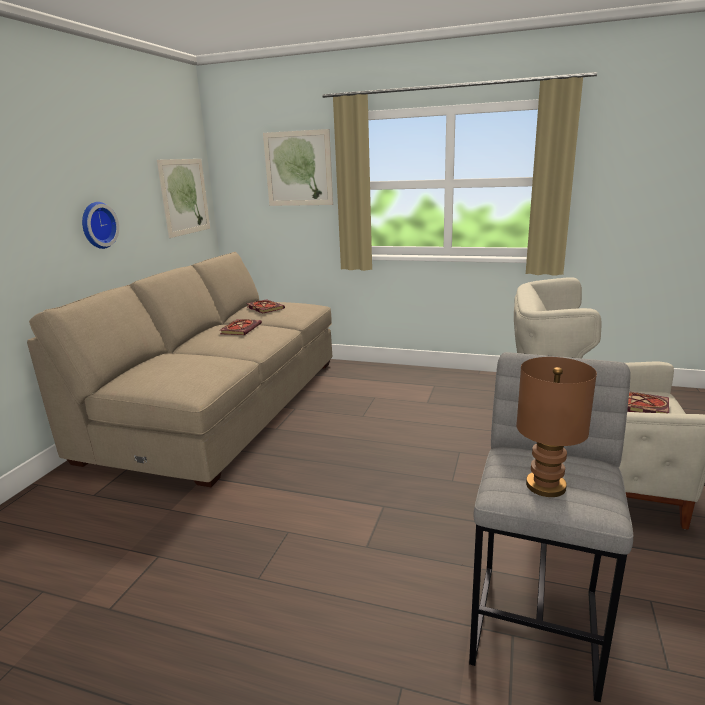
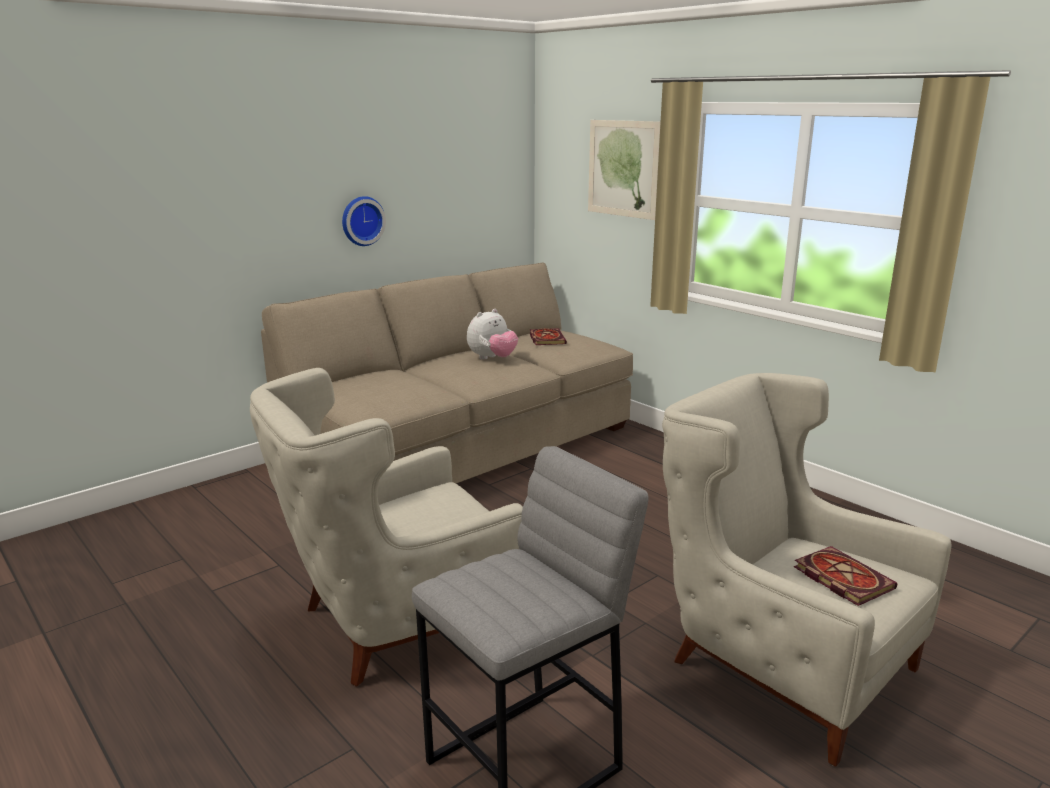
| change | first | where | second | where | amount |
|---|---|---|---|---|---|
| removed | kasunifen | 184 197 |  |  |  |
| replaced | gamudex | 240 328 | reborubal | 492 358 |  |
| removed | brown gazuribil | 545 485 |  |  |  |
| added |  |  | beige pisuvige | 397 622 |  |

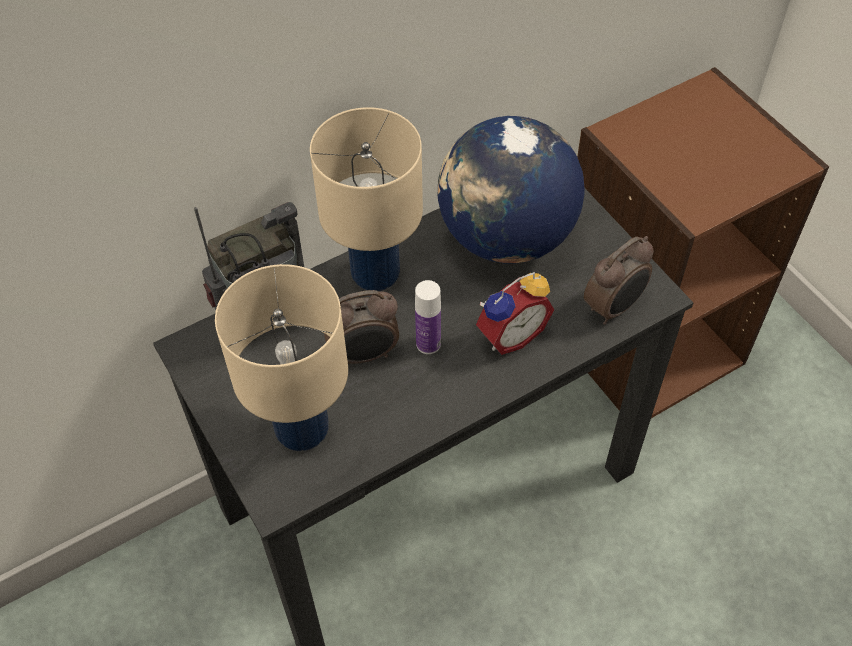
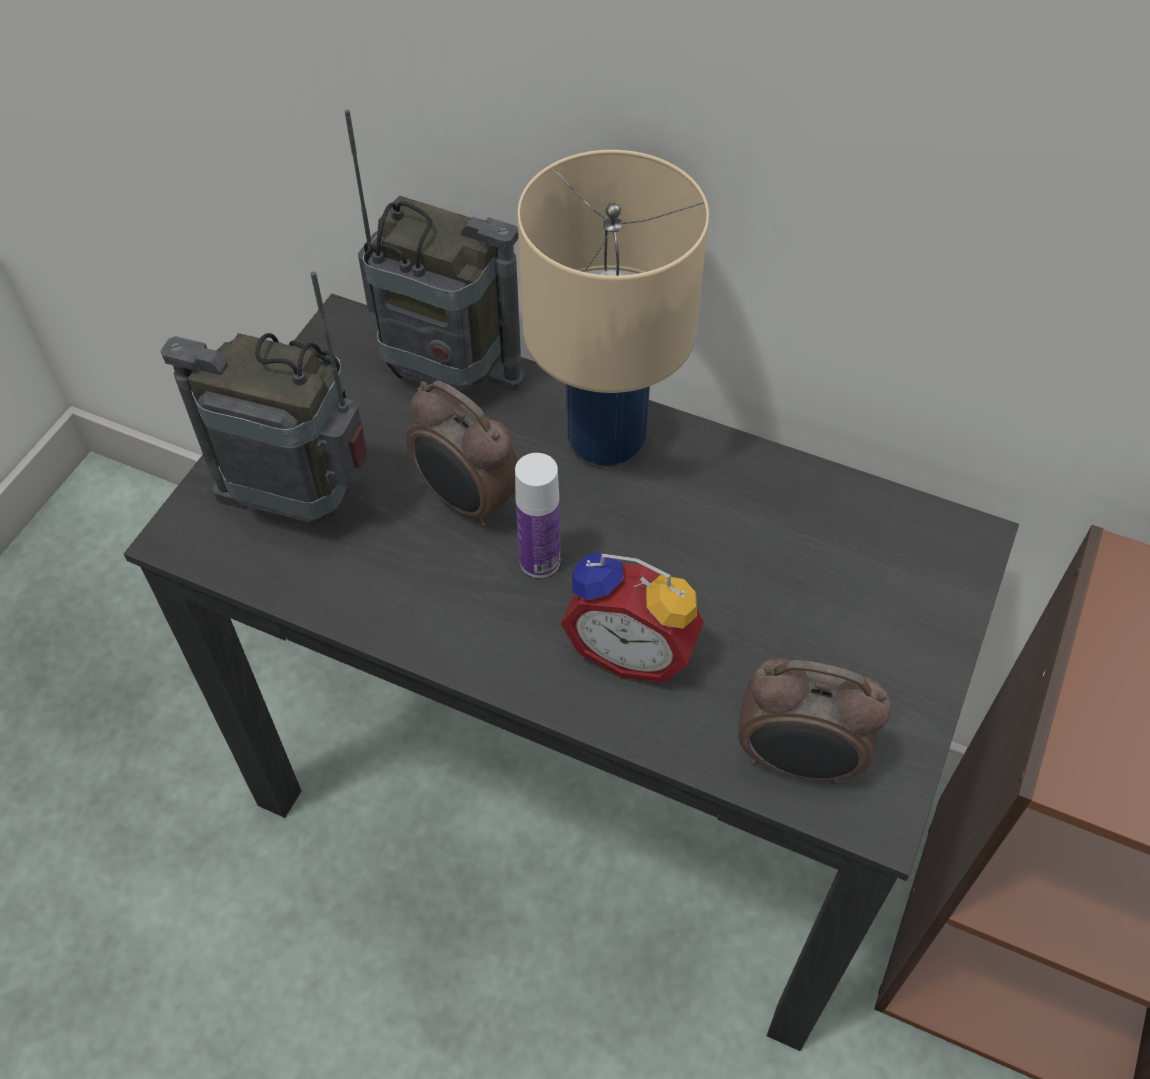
| change | first | where | second | where | amount |
|---|---|---|---|---|---|
| removed | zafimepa | 506 238 |  |  |  |
| replaced | beige gazuribil | 299 430 | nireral | 301 500 |  |

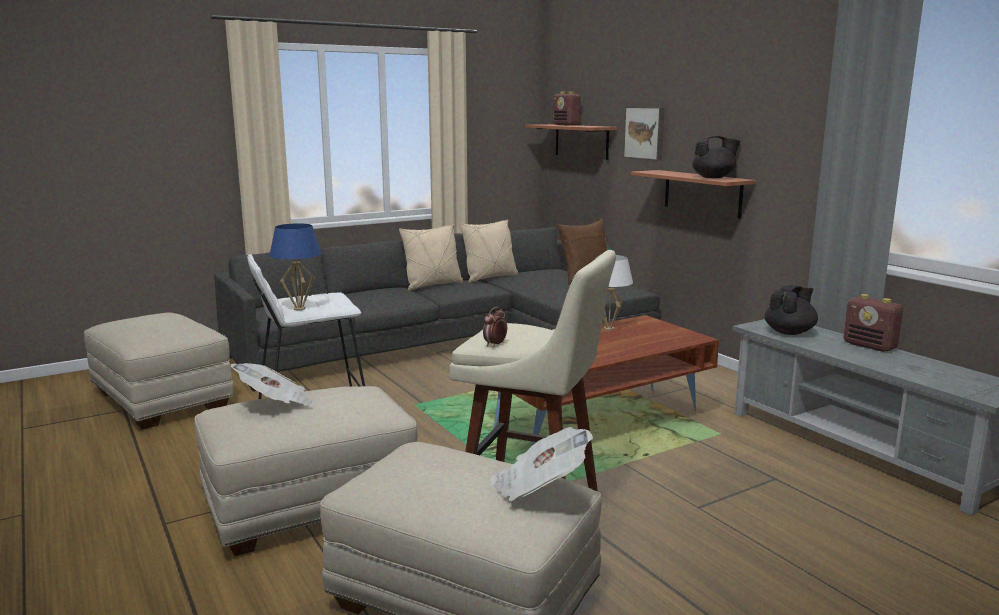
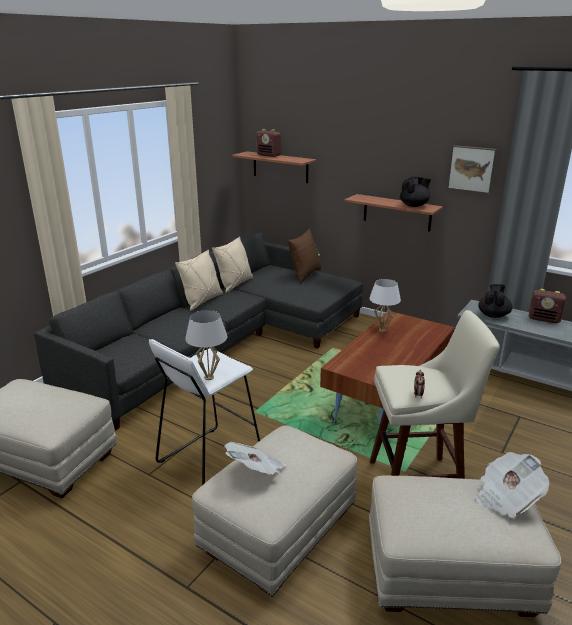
| change | first | where | second | where | amount |
|---|---|---|---|---|---|
| moved | kasunifen | 645 133 |  | 472 168 |  |
| recoloured | blue gazuribil | 299 308 | white gazuribil | 209 377 |  |

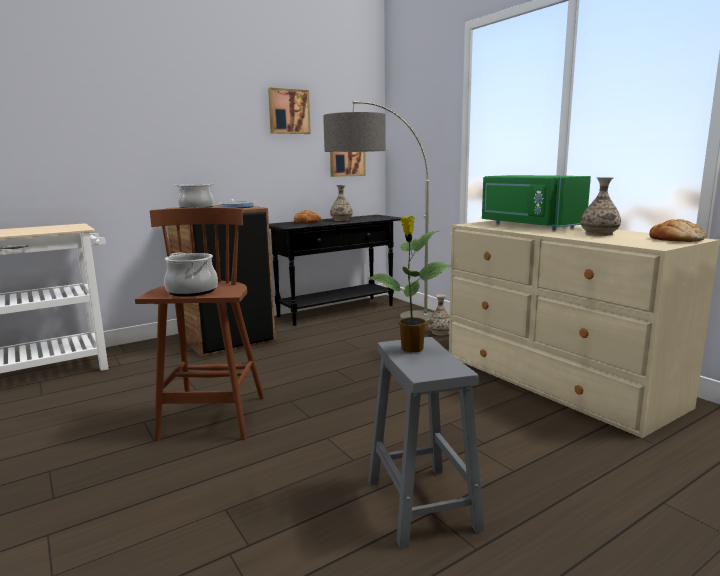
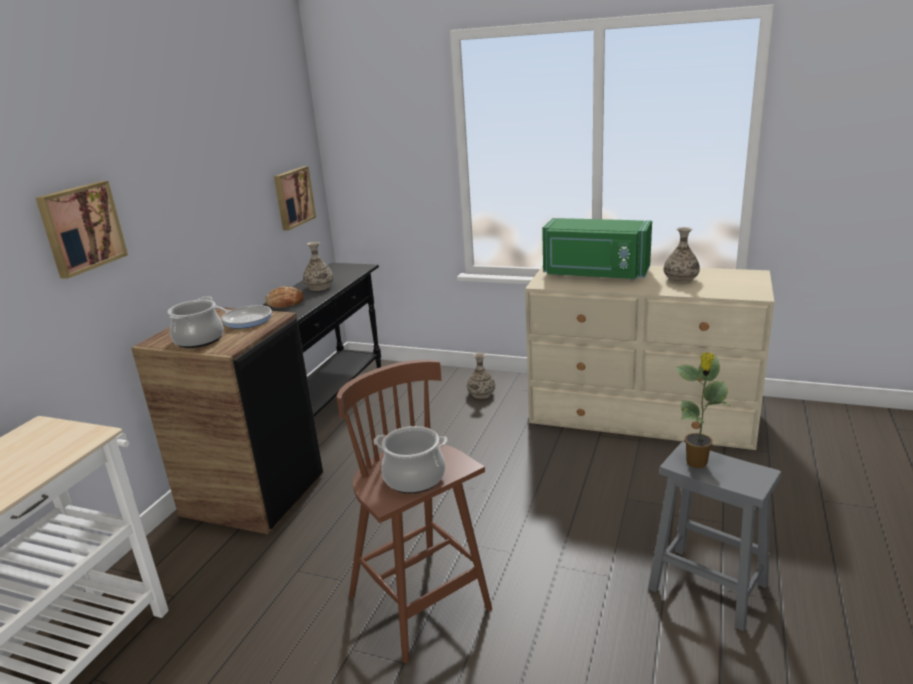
| change | first | where | second | where | amount |
|---|---|---|---|---|---|
| moved | kasunifen | 288 111 |  | 81 228 |  |
| removed | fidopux | 378 326 |  |  |  |
| removed | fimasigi | 675 239 |  |  |  |

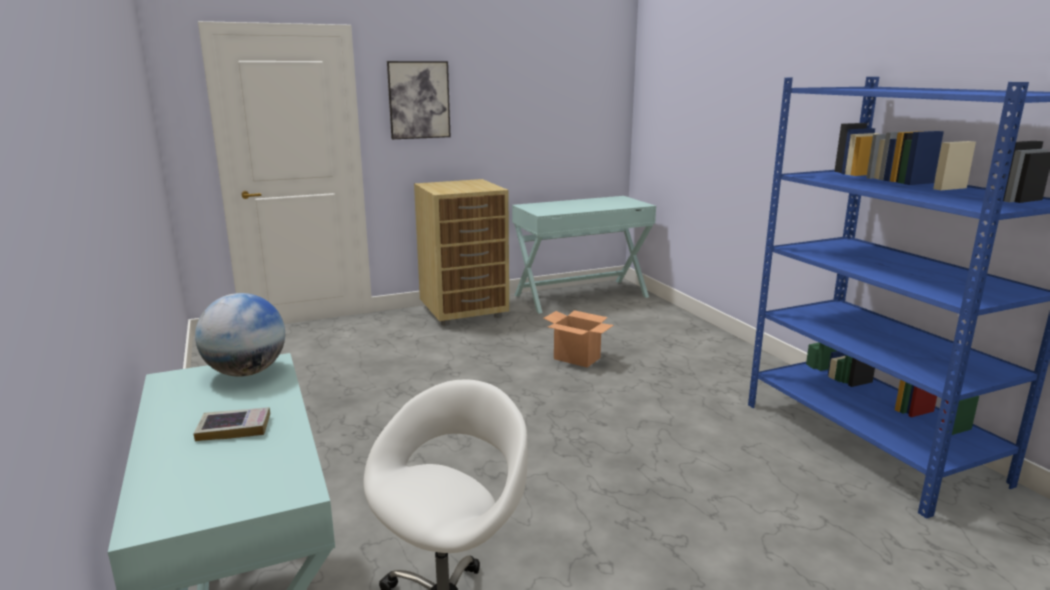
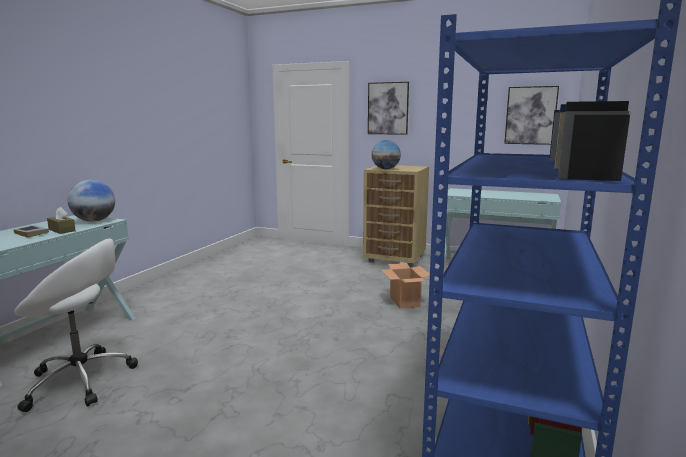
| change | first | where | second | where | amount |
|---|---|---|---|---|---|
| added |  |  | kasunifen | 530 115 |  |
| added |  |  | zafimepa | 385 169 |  |
| added |  |  | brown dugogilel | 62 230 |  |

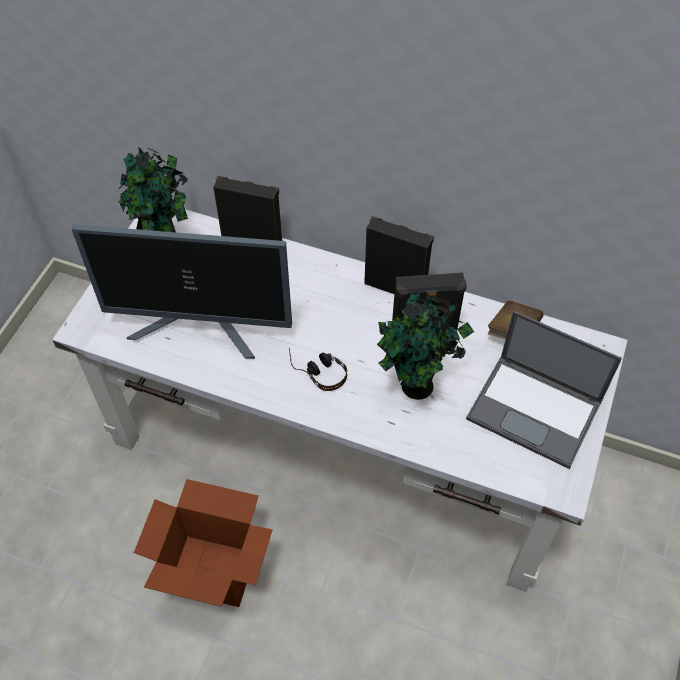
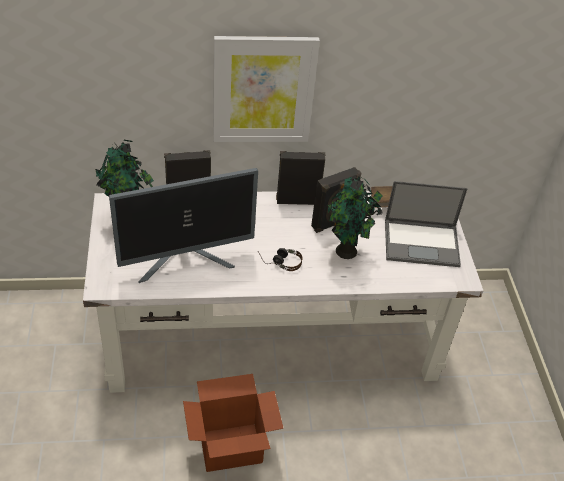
| change | first | where | second | where | amount |
|---|---|---|---|---|---|
| added |  |  | kasunifen | 263 90 |  |

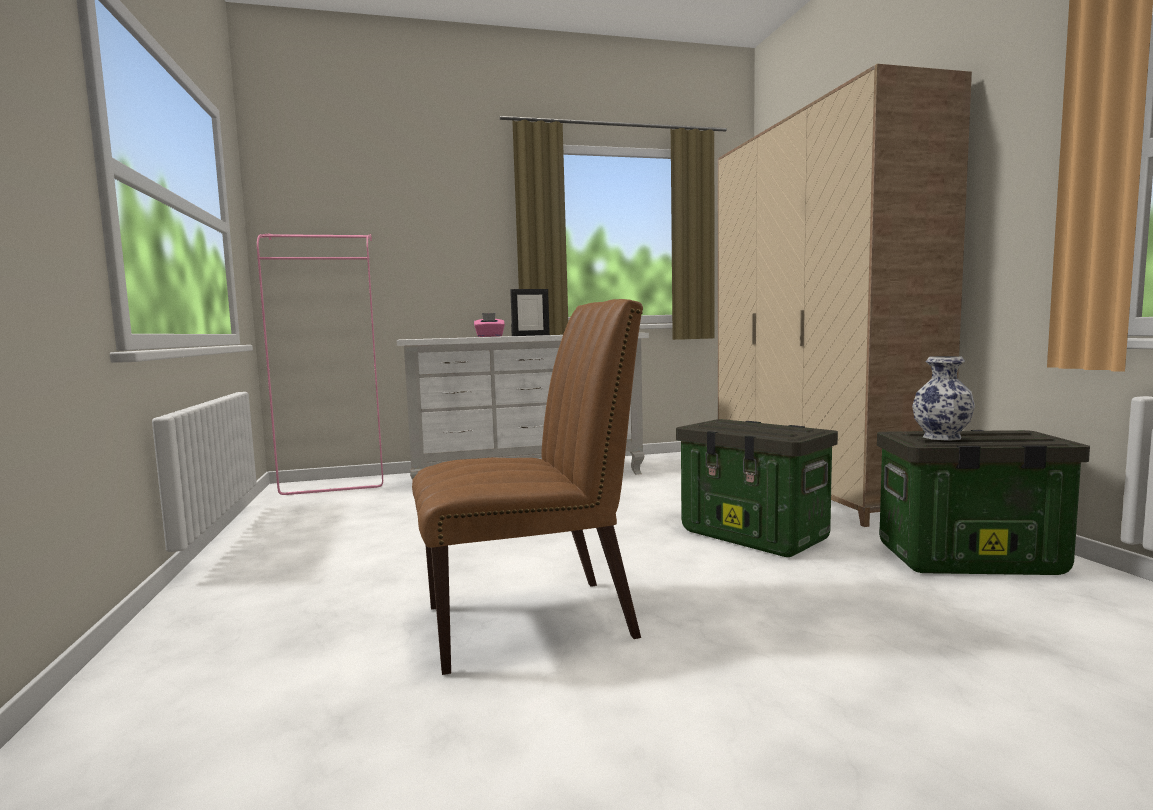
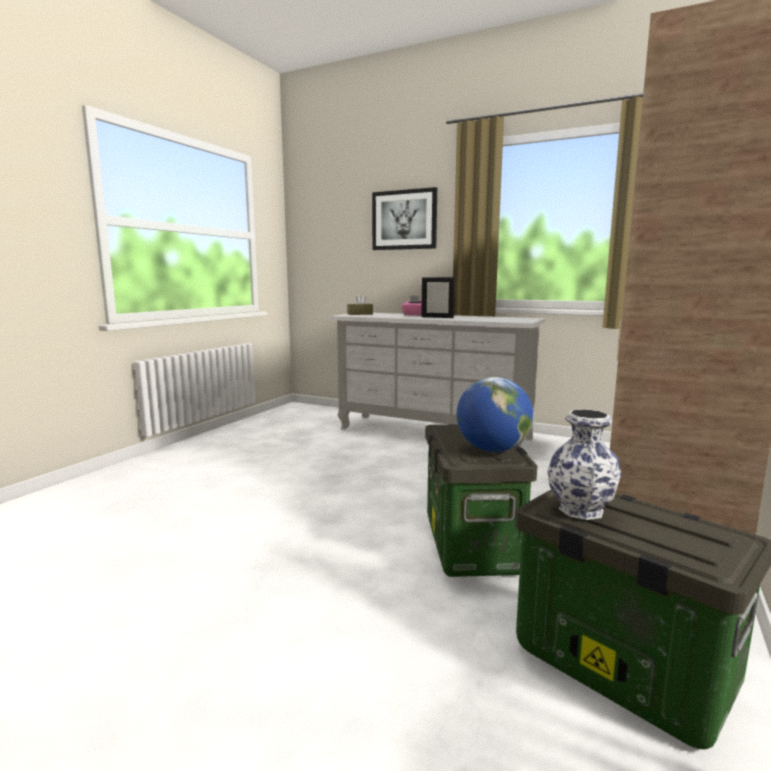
| change | first | where | second | where | amount |
|---|---|---|---|---|---|
| removed | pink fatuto | 336 484 |  |  |  |
| removed | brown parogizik | 528 623 |  |  |  |
| added |  |  | kasunifen | 404 220 |  |
| added |  |  | brown dugogilel | 360 314 |  |
| added |  |  | zafimepa | 492 450 |  |

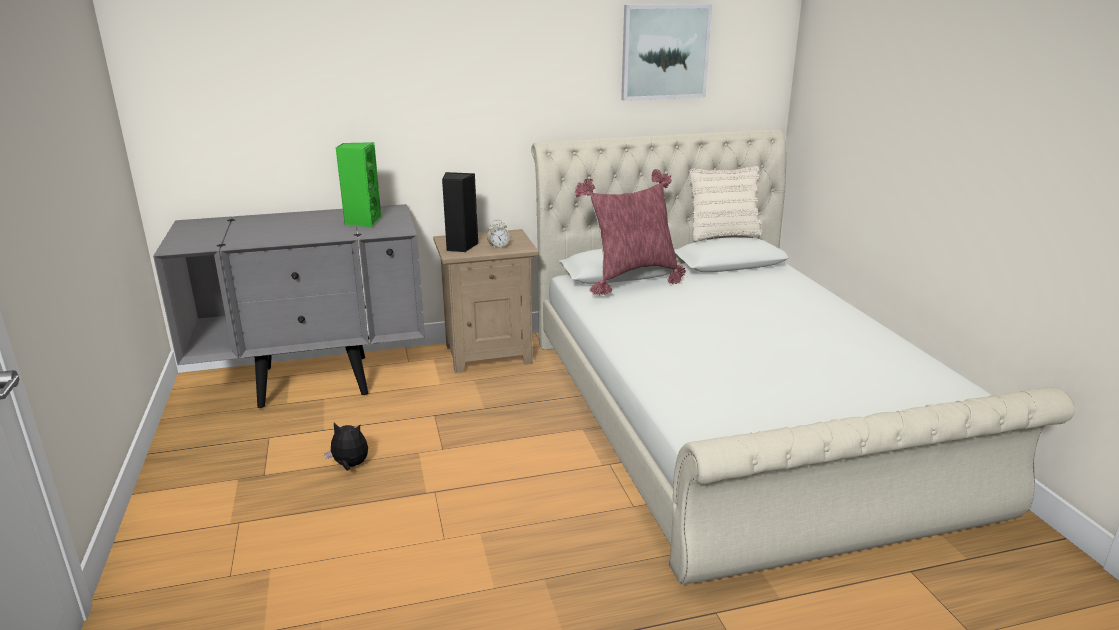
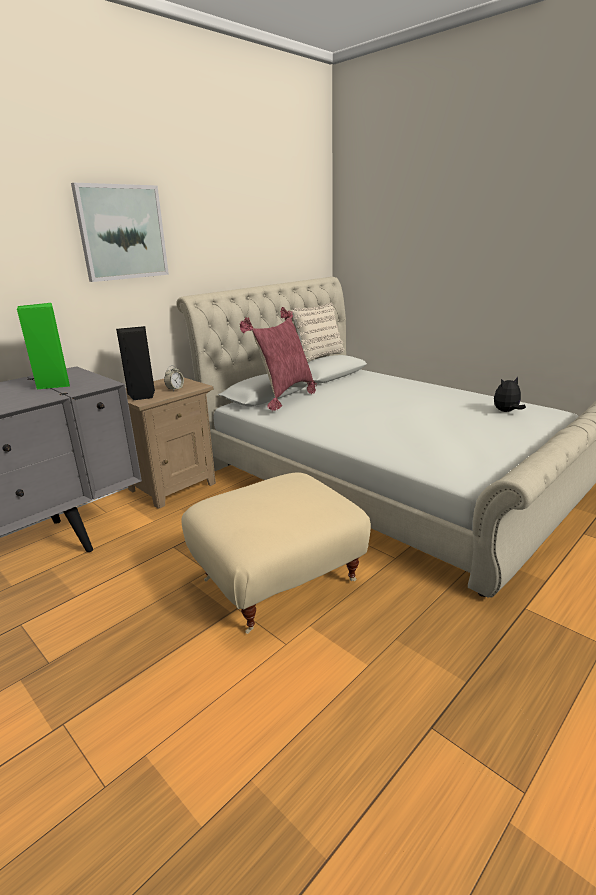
| change | first | where | second | where | amount |
|---|---|---|---|---|---|
| moved | kasunifen | 664 52 |  | 122 232 |  |
| moved | reborubal | 350 466 |  | 506 412 |  |
| added |  |  | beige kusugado | 278 579 |  |

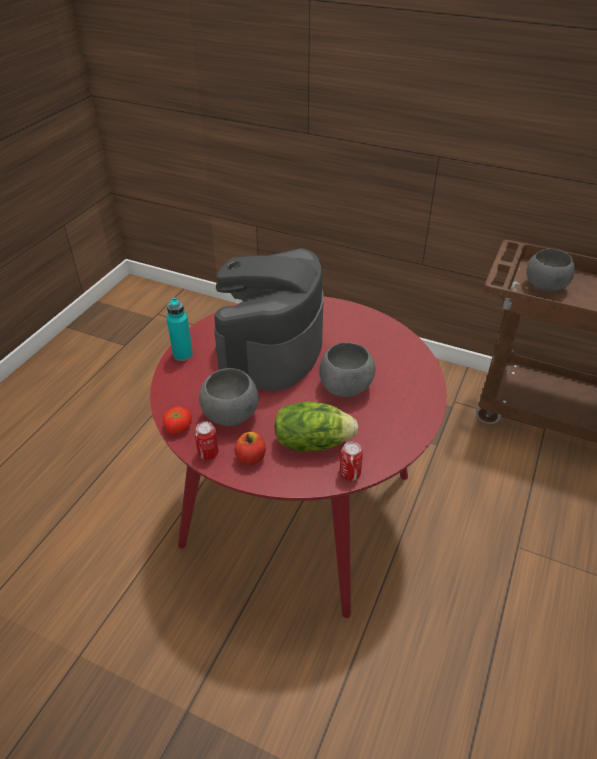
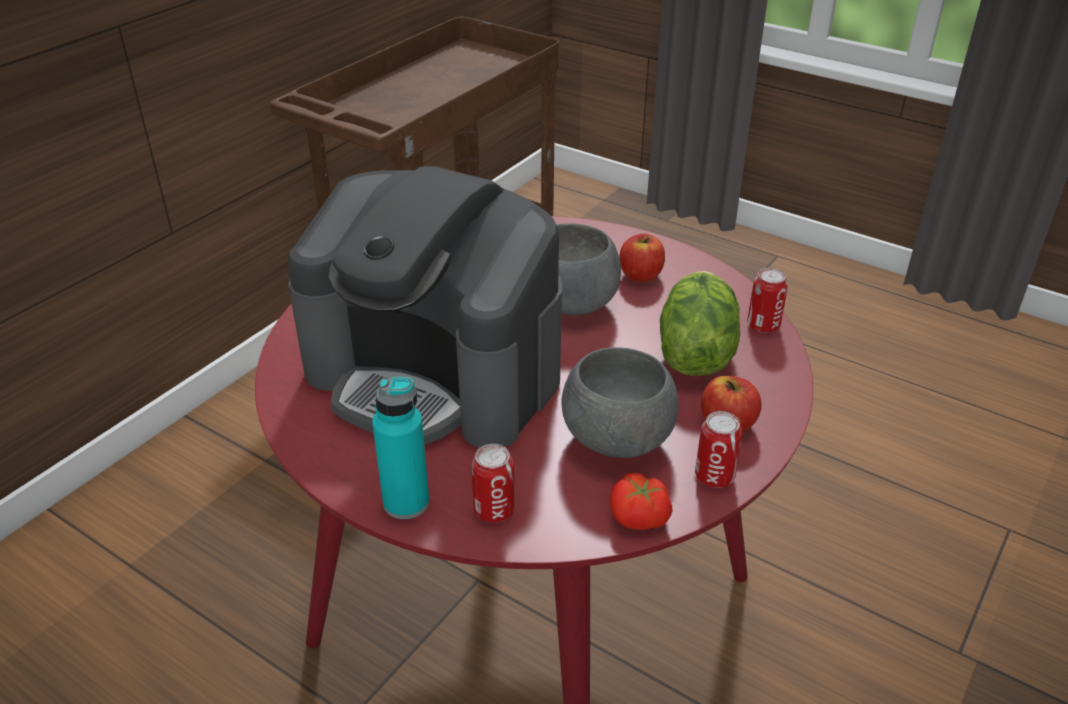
| change | first | where | second | where | amount |
|---|---|---|---|---|---|
| removed | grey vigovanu | 544 286 |  |  |  |
| added |  |  | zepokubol | 640 275 |  |
| added |  |  | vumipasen | 494 510 |  |

